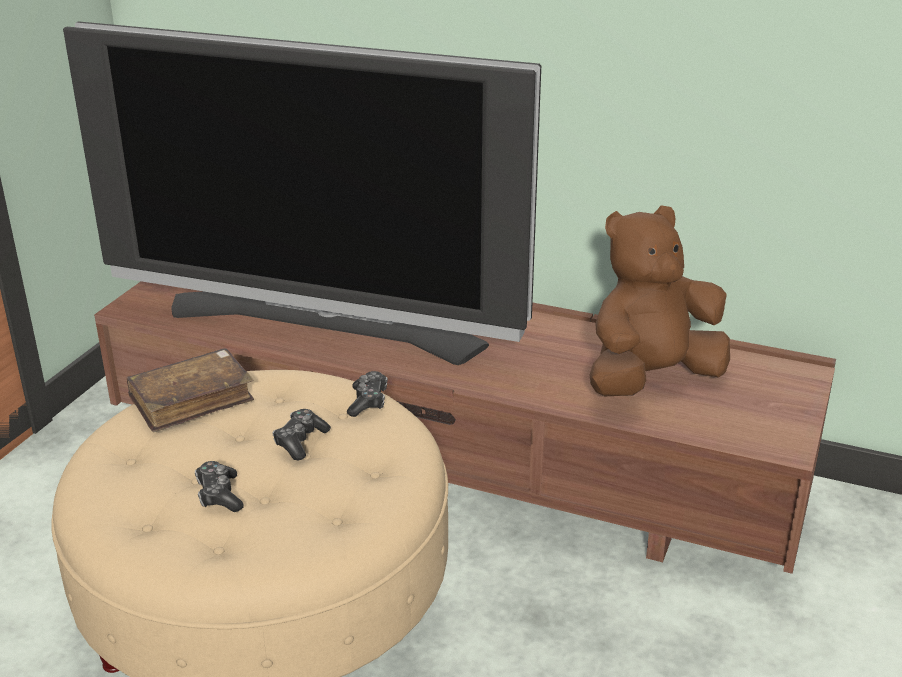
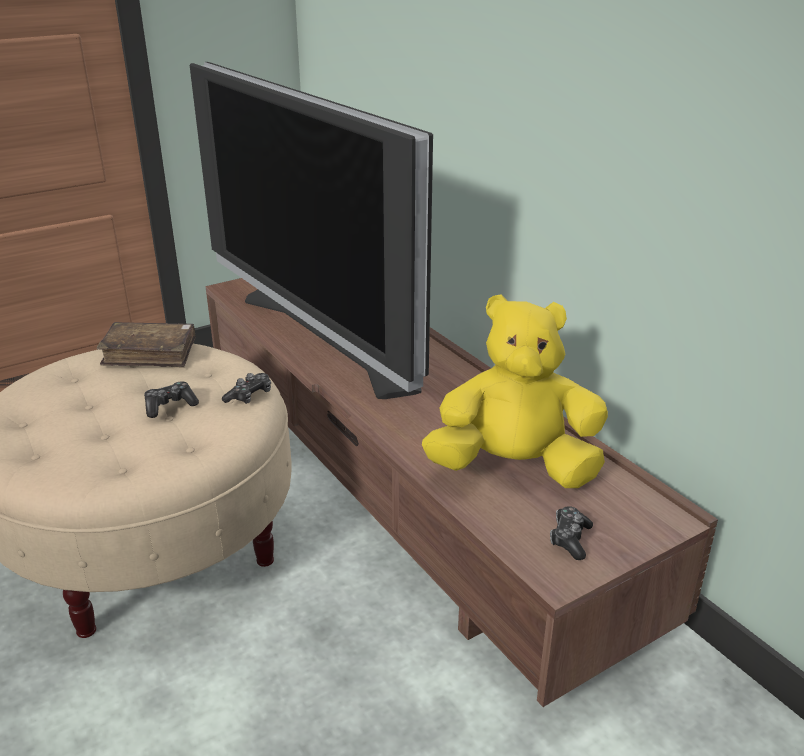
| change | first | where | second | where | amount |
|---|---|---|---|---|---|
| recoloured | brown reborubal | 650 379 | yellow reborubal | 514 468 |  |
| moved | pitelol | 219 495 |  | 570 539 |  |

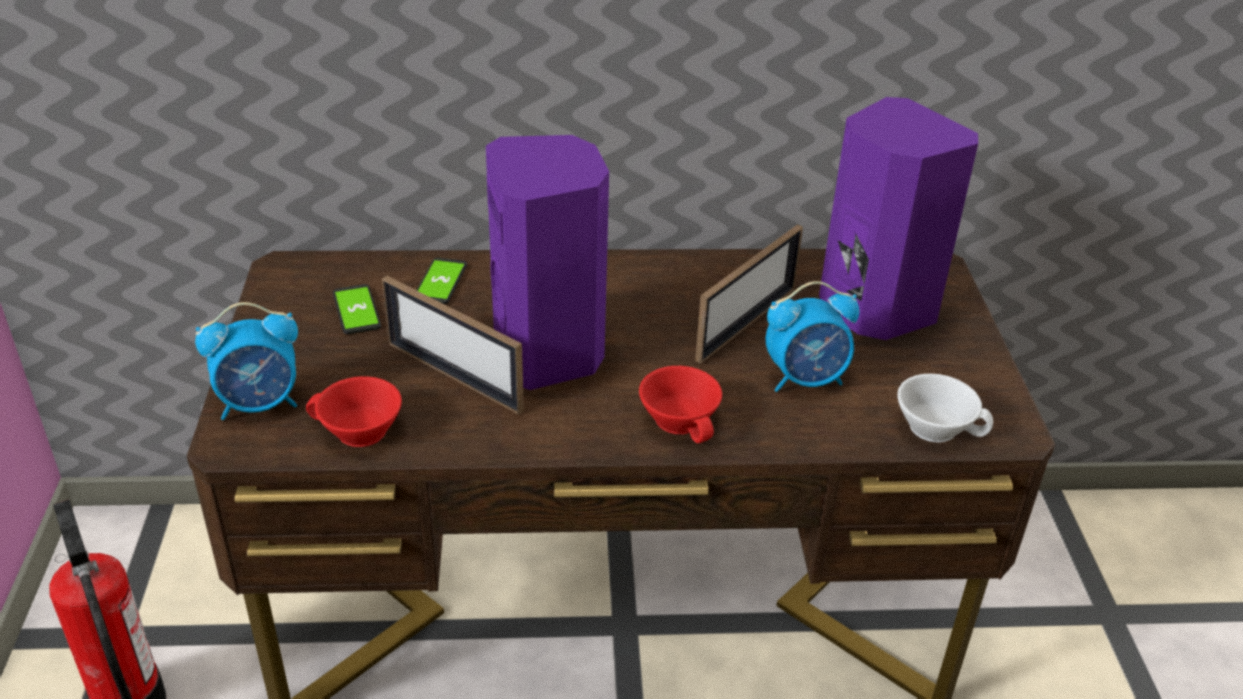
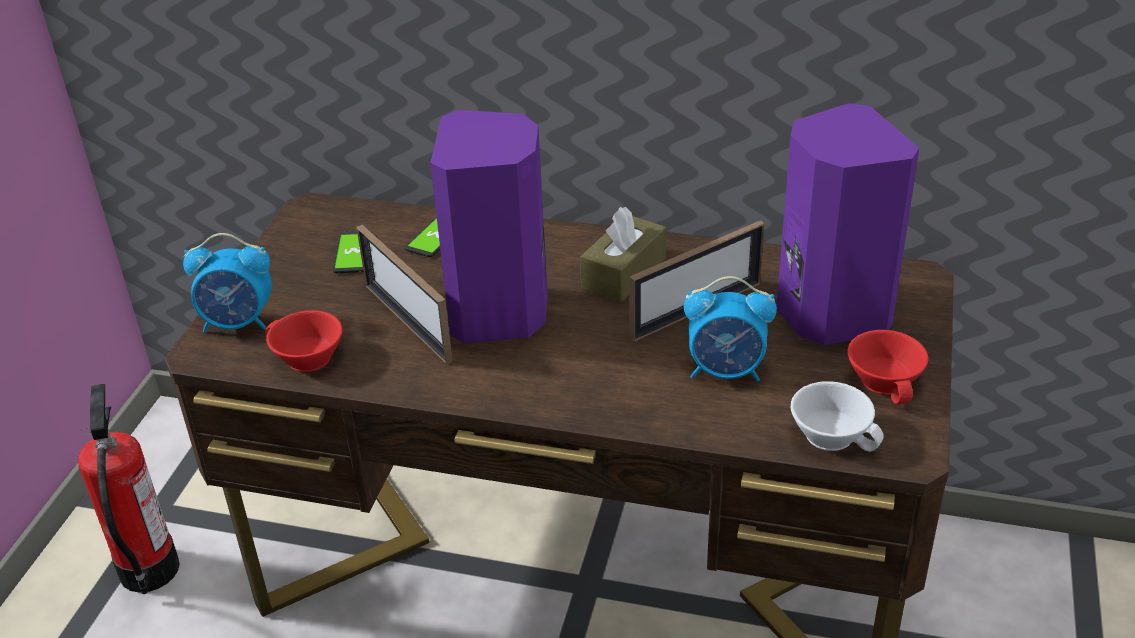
| change | first | where | second | where | amount |
|---|---|---|---|---|---|
| moved | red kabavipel | 682 419 |  | 887 381 |  |
| added |  |  | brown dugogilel | 624 273 |  |

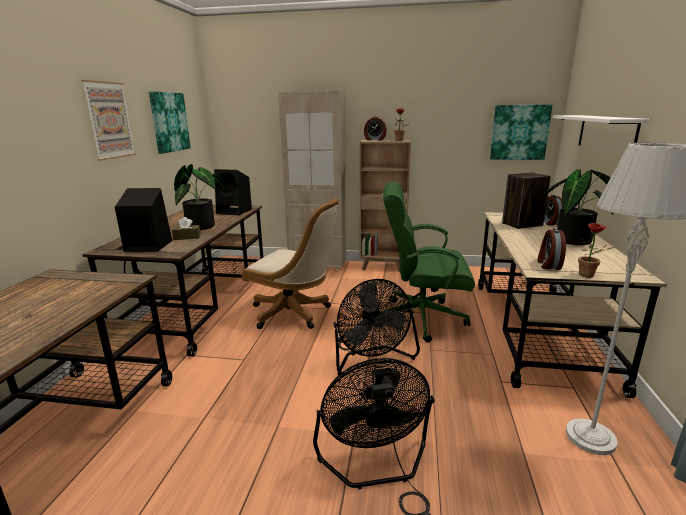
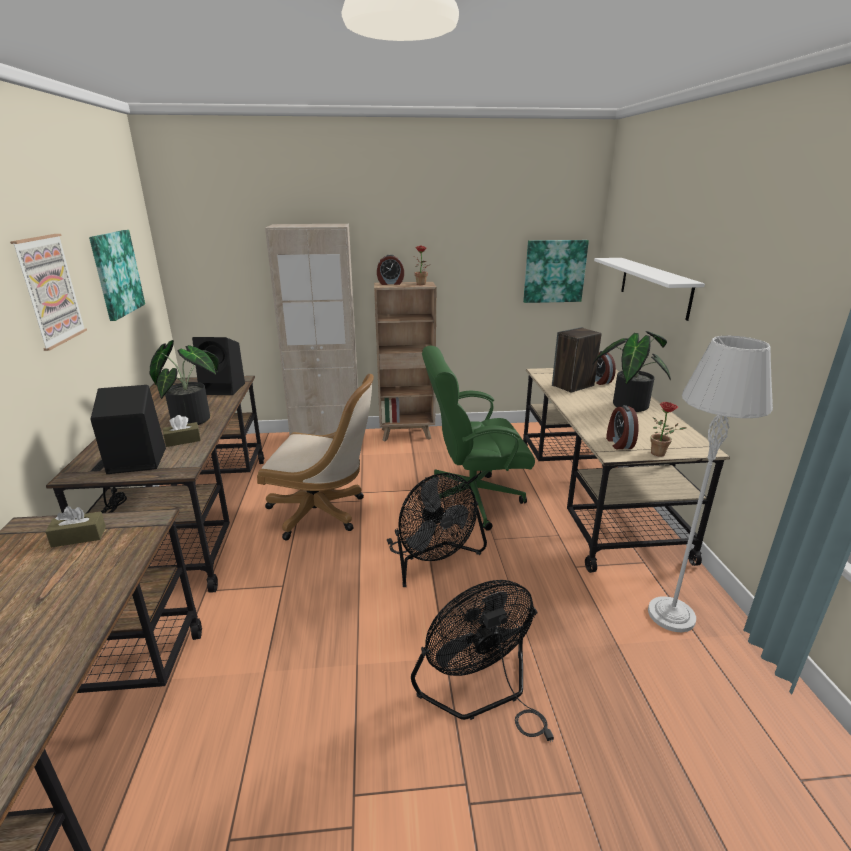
| change | first | where | second | where | amount |
|---|---|---|---|---|---|
| added |  |  | brown dugogilel | 79 537 |  |

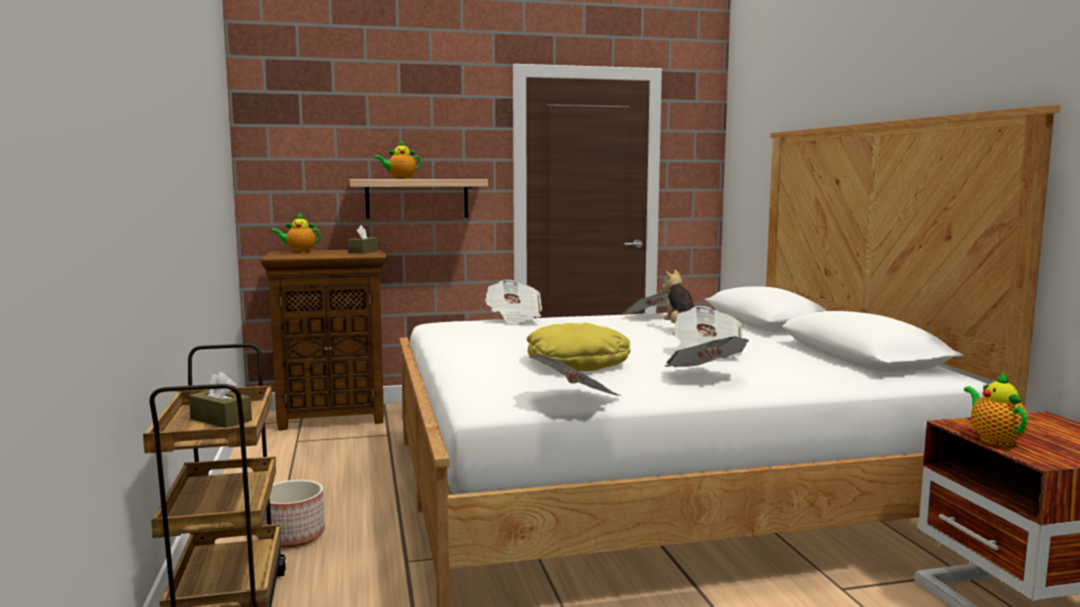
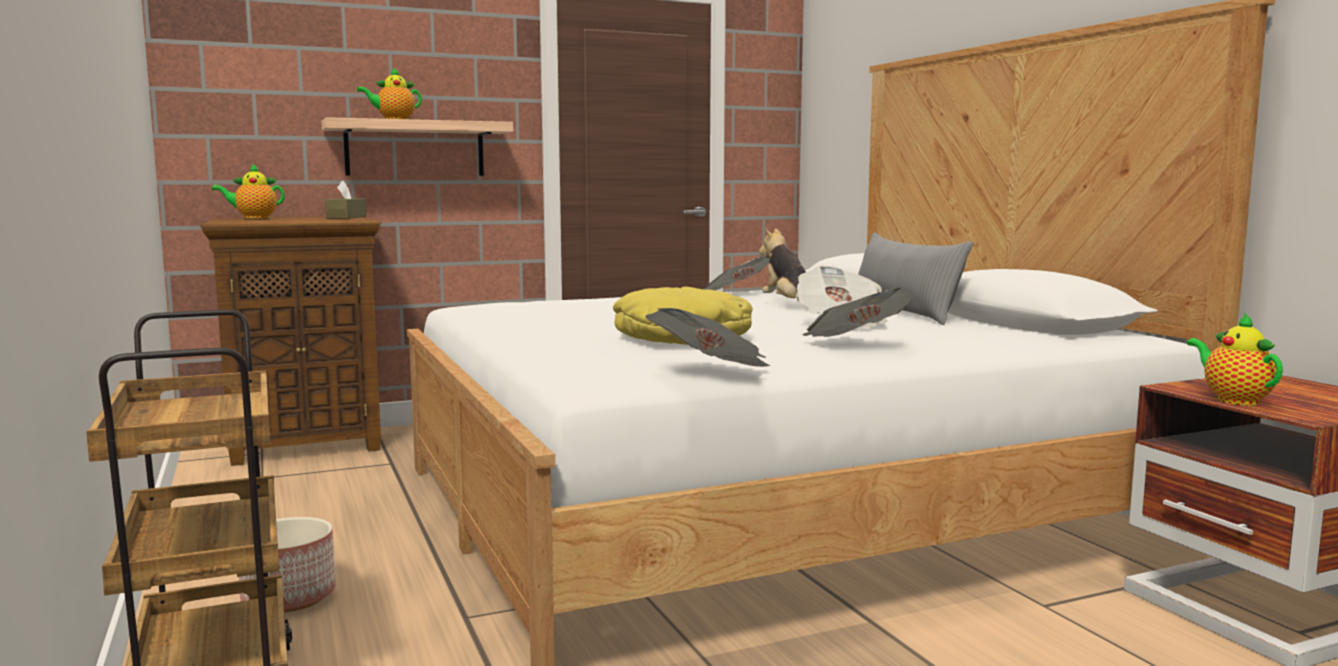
| change | first | where | second | where | amount |
|---|---|---|---|---|---|
| removed | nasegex | 514 318 |  |  |  |
| removed | brown dugogilel | 221 419 |  |  |  |
| added |  |  | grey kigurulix | 903 313 |  |

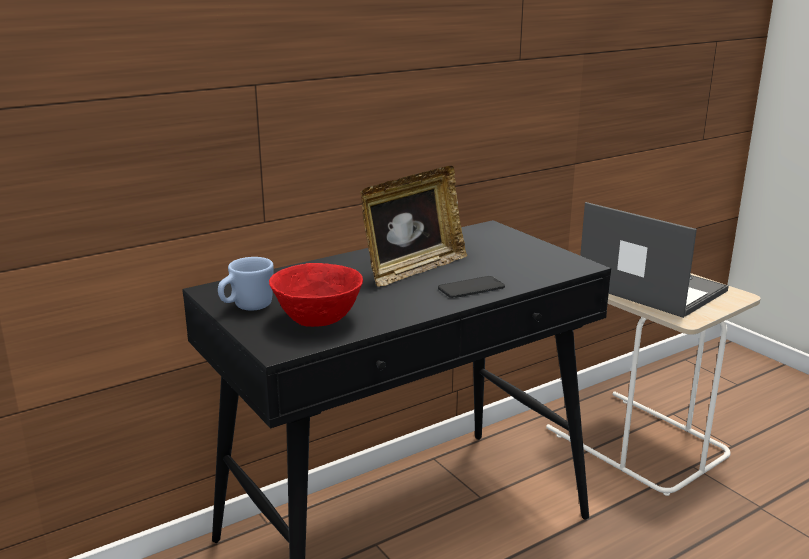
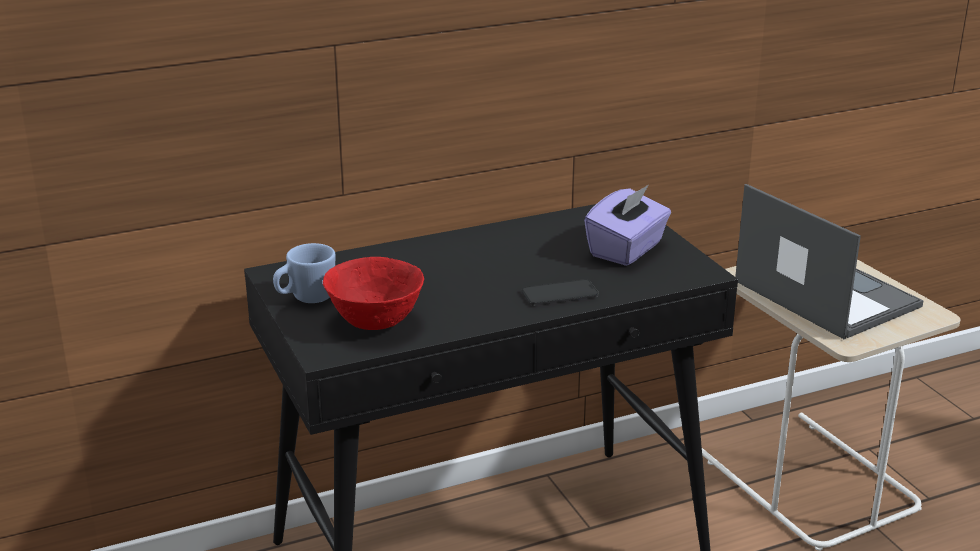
| change | first | where | second | where | amount |
|---|---|---|---|---|---|
| removed | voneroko | 413 269 |  |  |  |
| added |  |  | purple dugogilel | 627 250 |  |

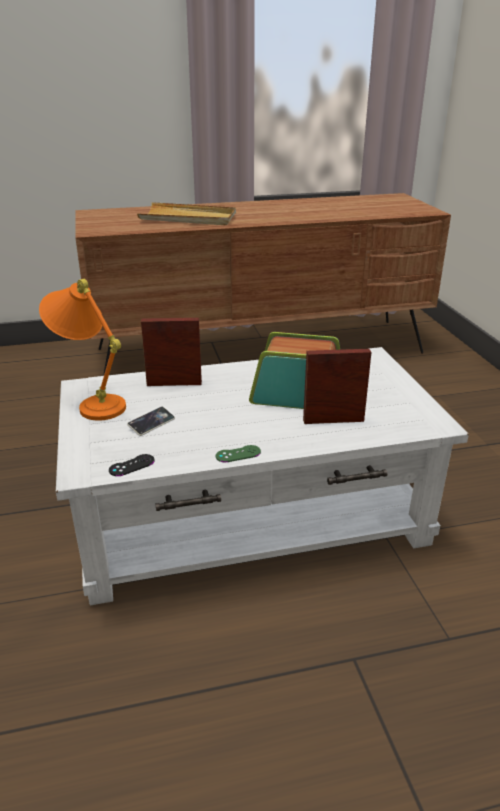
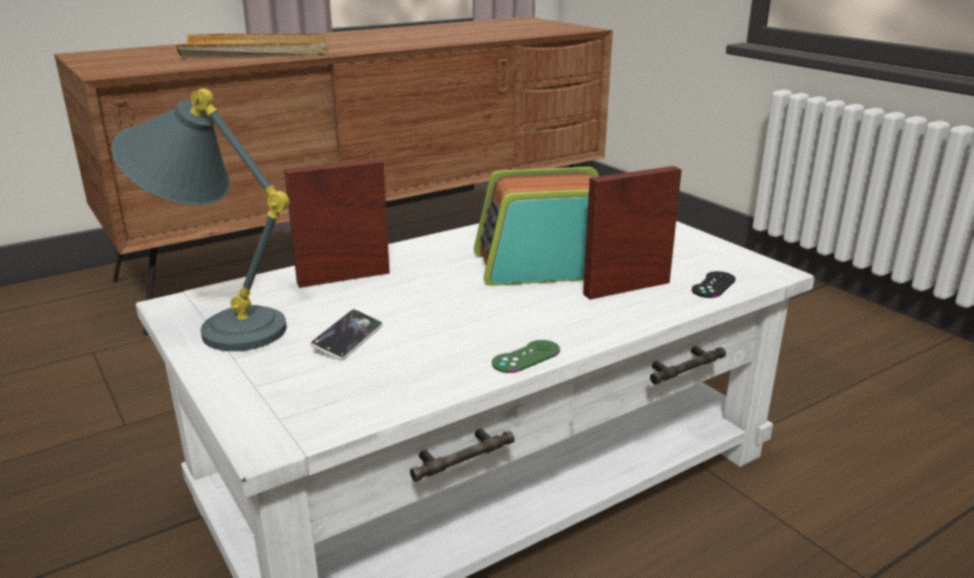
| change | first | where | second | where | amount |
|---|---|---|---|---|---|
| recoloured | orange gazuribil | 92 403 | grey gazuribil | 219 326 |  |
| moved | black pitelol | 132 465 |  | 713 285 |  |

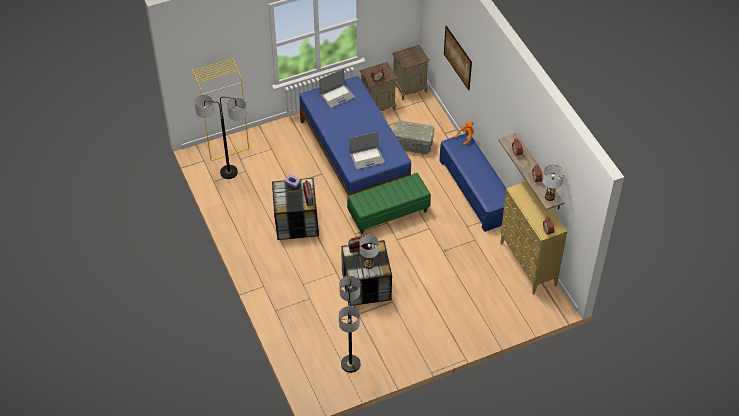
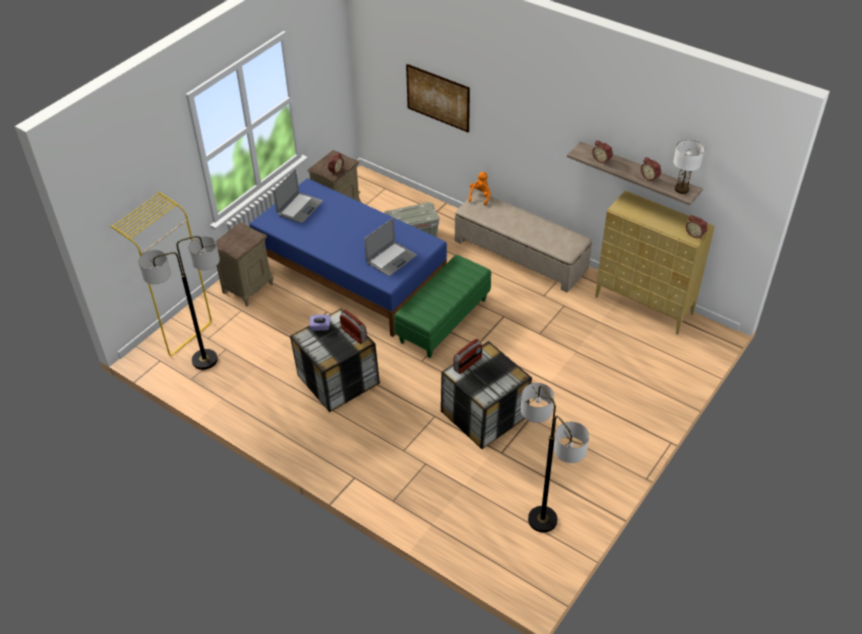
| change | first | where | second | where | amount |
|---|---|---|---|---|---|
| moved | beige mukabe | 410 89 |  | 248 289 |  |
| recoloured | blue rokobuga | 476 191 | beige rokobuga | 521 255 |  |
| removed | gazuribil | 369 264 |  |  |  |

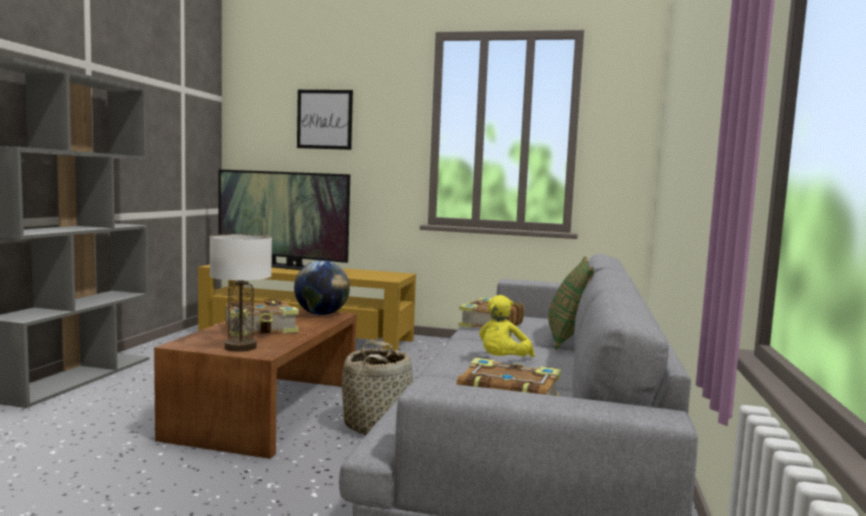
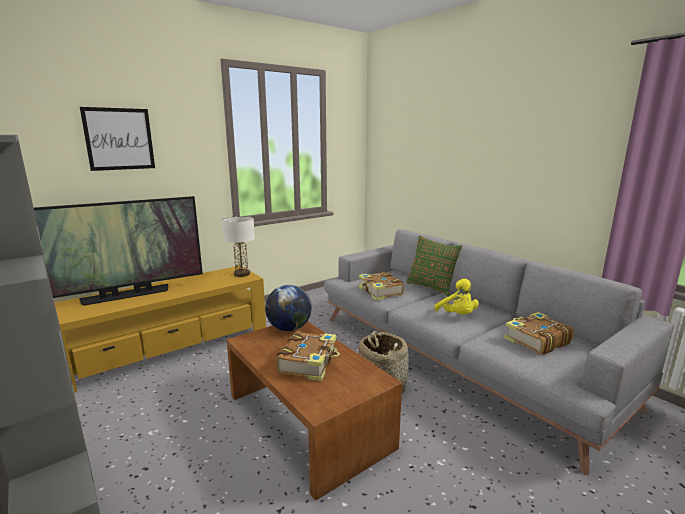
| change | first | where | second | where | amount |
|---|---|---|---|---|---|
| moved | gazuribil | 241 347 |  | 242 274 |  |

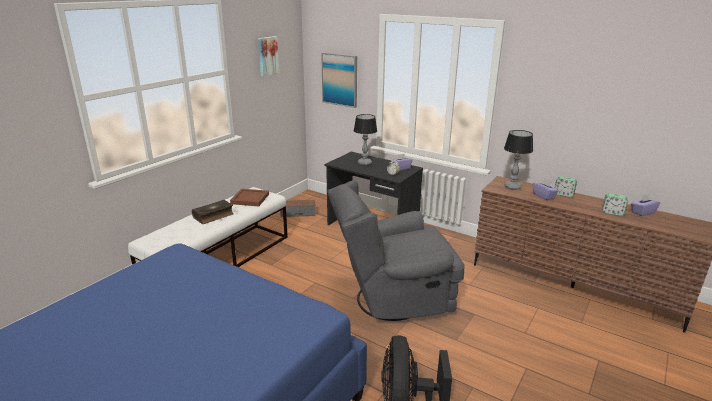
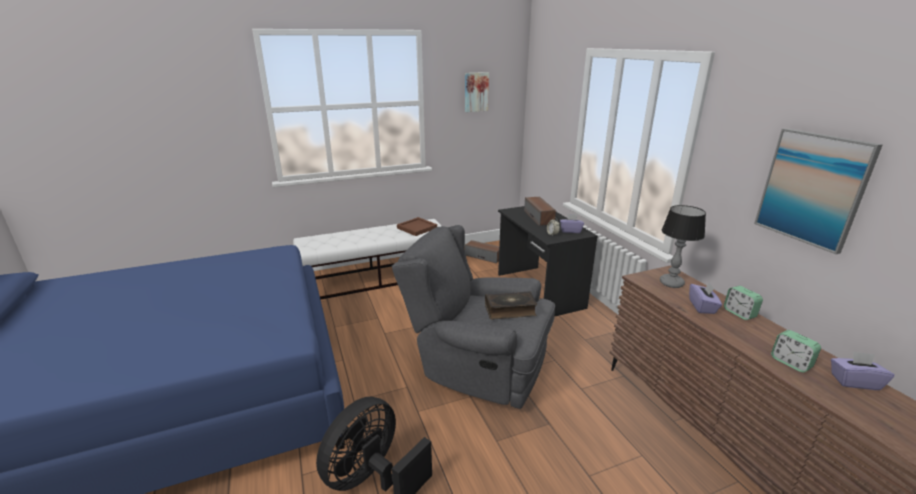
| change | first | where | second | where | amount |
|---|---|---|---|---|---|
| moved | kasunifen | 340 79 |  | 812 188 |  |
| replaced | gazuribil | 365 163 | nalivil | 539 217 |  |
| moved | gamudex | 213 216 |  | 510 310 |  |

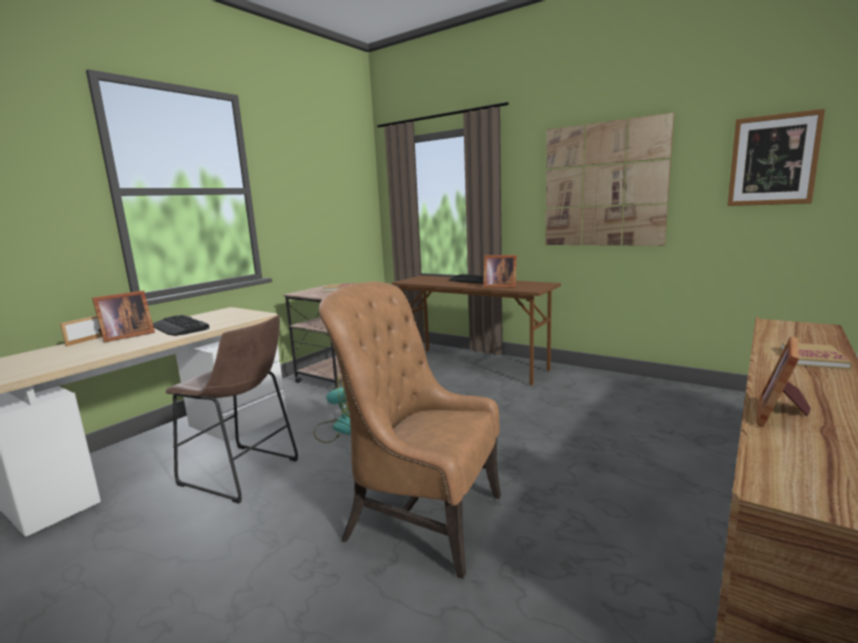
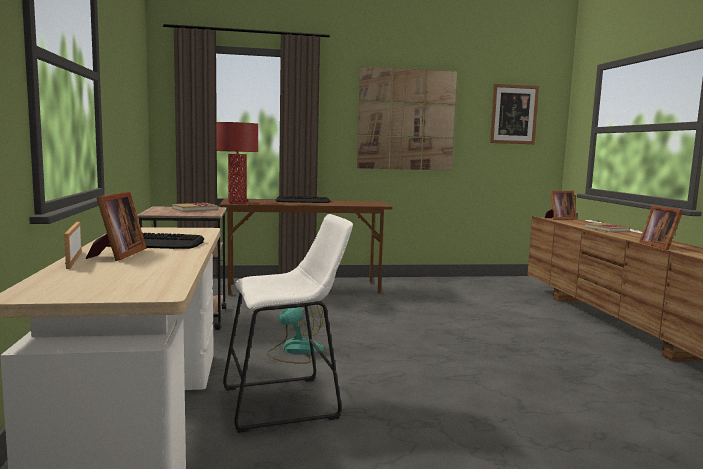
| change | first | where | second | where | amount |
|---|---|---|---|---|---|
| moved | voneroko | 499 286 |  | 559 219 |  |
| removed | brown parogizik | 421 517 |  |  |  |
| recoloured | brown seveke | 244 474 | white seveke | 287 402 |  |
| added |  |  | red gazuribil | 237 202 |  |

